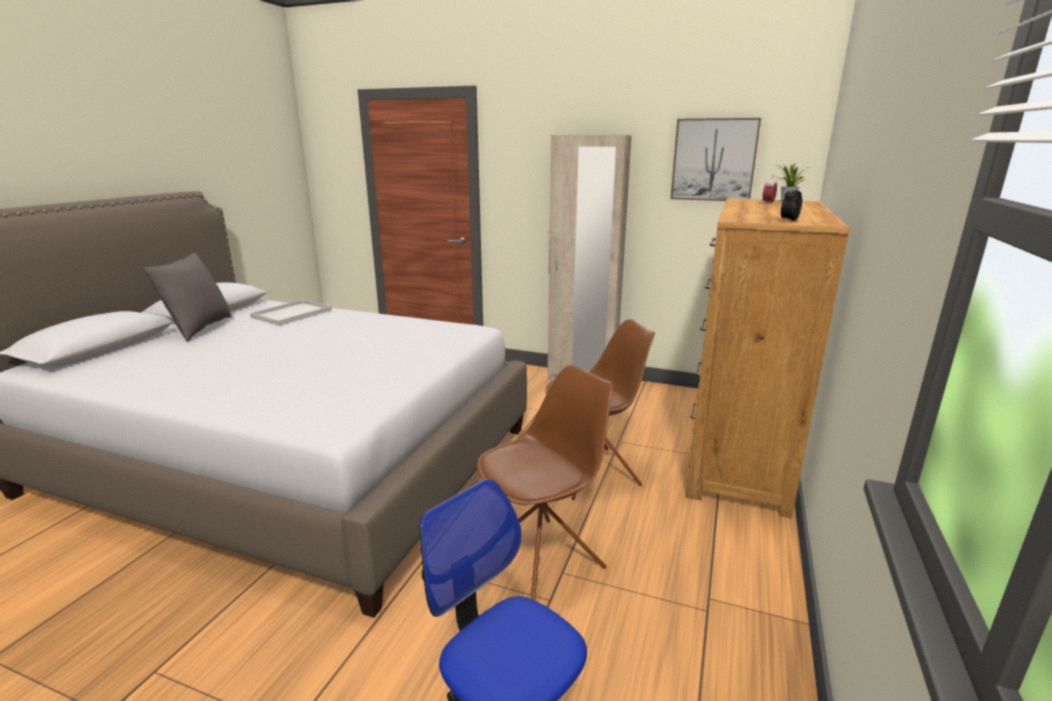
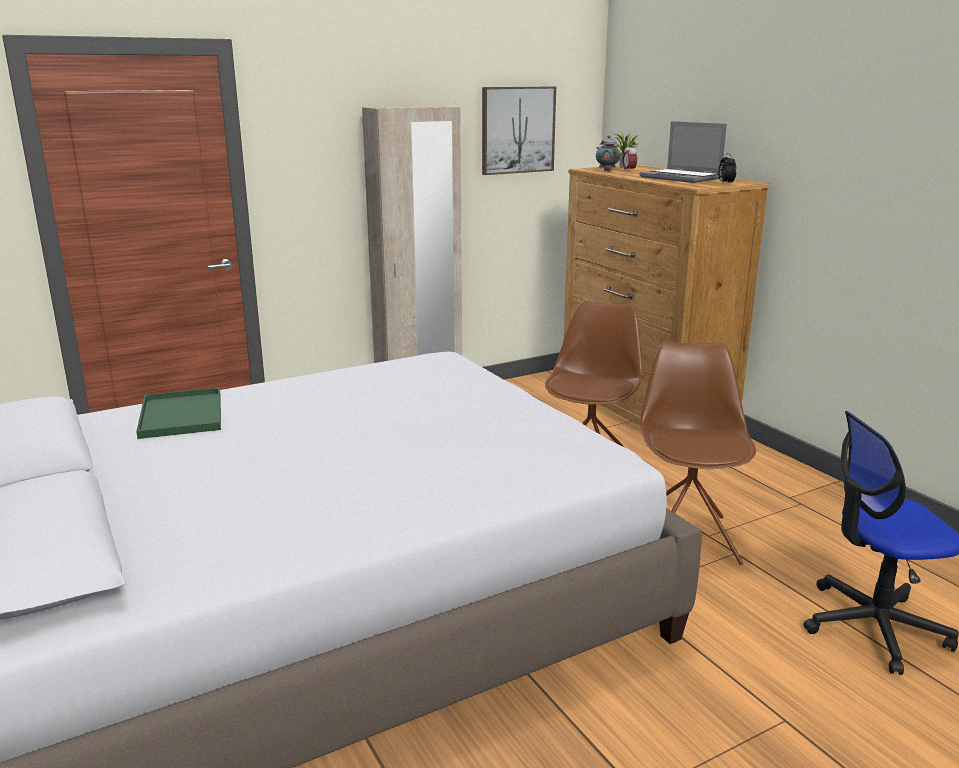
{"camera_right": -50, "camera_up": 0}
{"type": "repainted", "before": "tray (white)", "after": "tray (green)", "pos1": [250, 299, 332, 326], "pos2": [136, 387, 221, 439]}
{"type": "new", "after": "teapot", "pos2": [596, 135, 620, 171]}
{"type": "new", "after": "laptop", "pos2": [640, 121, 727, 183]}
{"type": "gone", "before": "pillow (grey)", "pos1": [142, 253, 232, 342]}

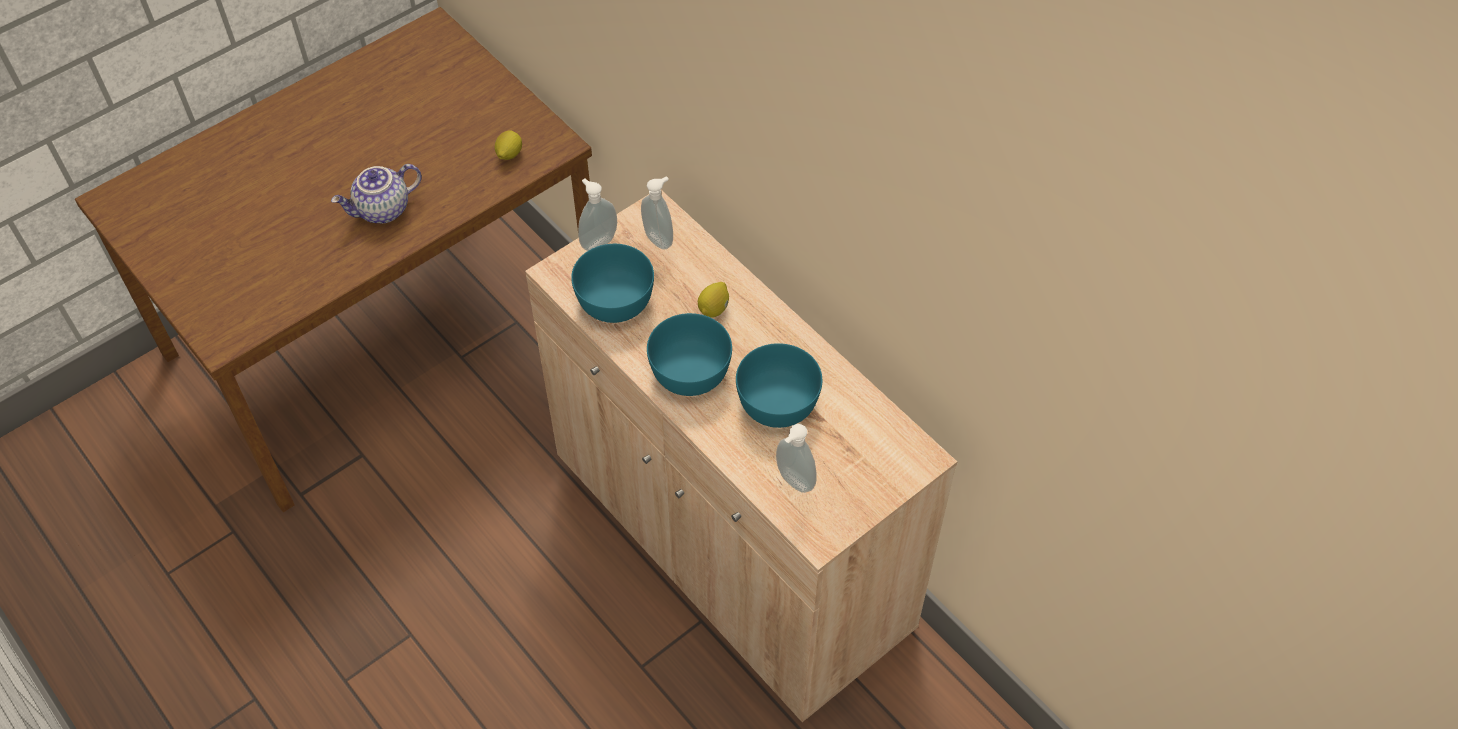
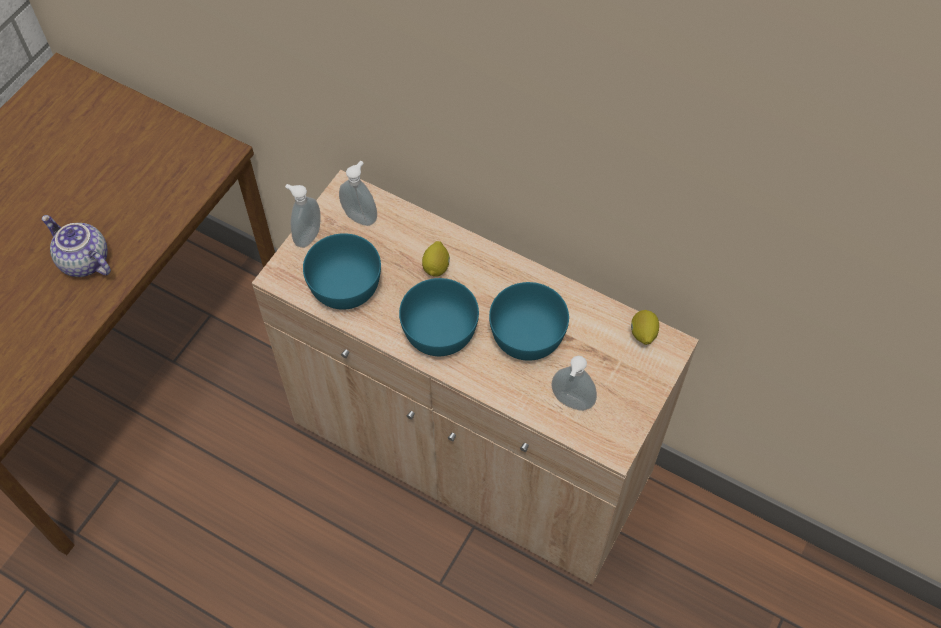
{"camera_right": -20, "camera_up": 5}
{"type": "rotated", "before": "teapot", "pos1": [331, 164, 422, 223], "pos2": [42, 215, 111, 277], "turn": 90}
{"type": "shifted", "before": "lemon", "pos1": [495, 131, 522, 160], "pos2": [631, 310, 659, 345]}

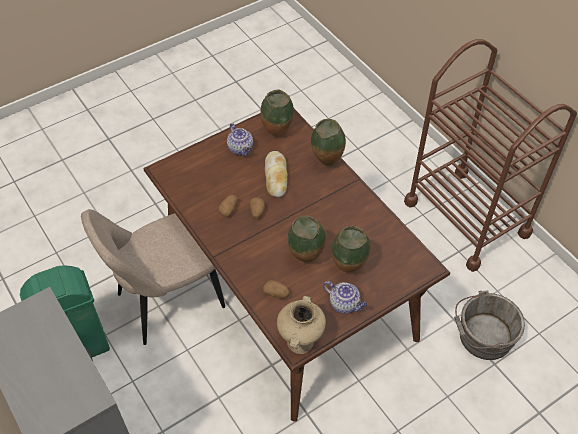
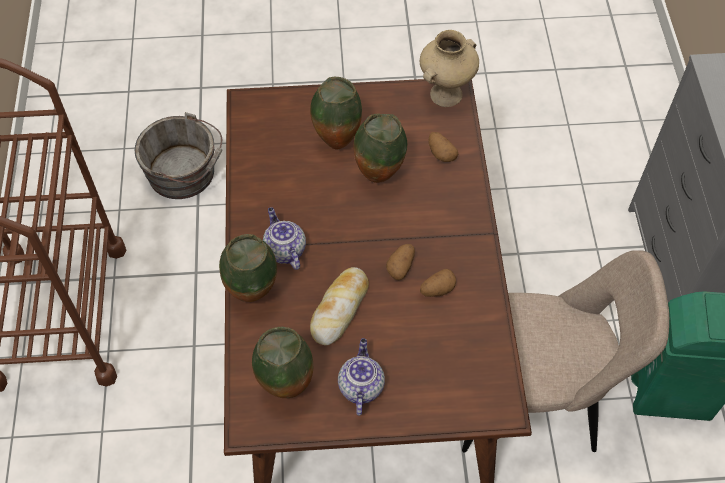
{"camera_right": -150, "camera_up": 5}
{"type": "shifted", "before": "teapot", "pos1": [323, 281, 368, 314], "pos2": [263, 207, 306, 270]}

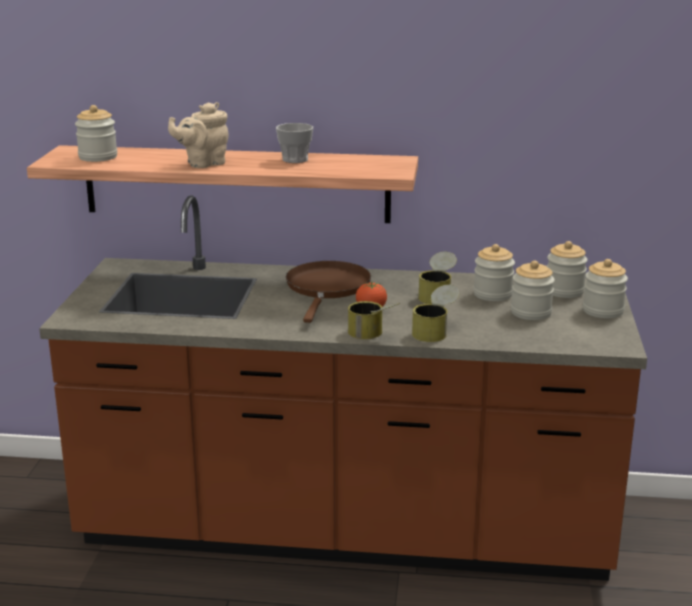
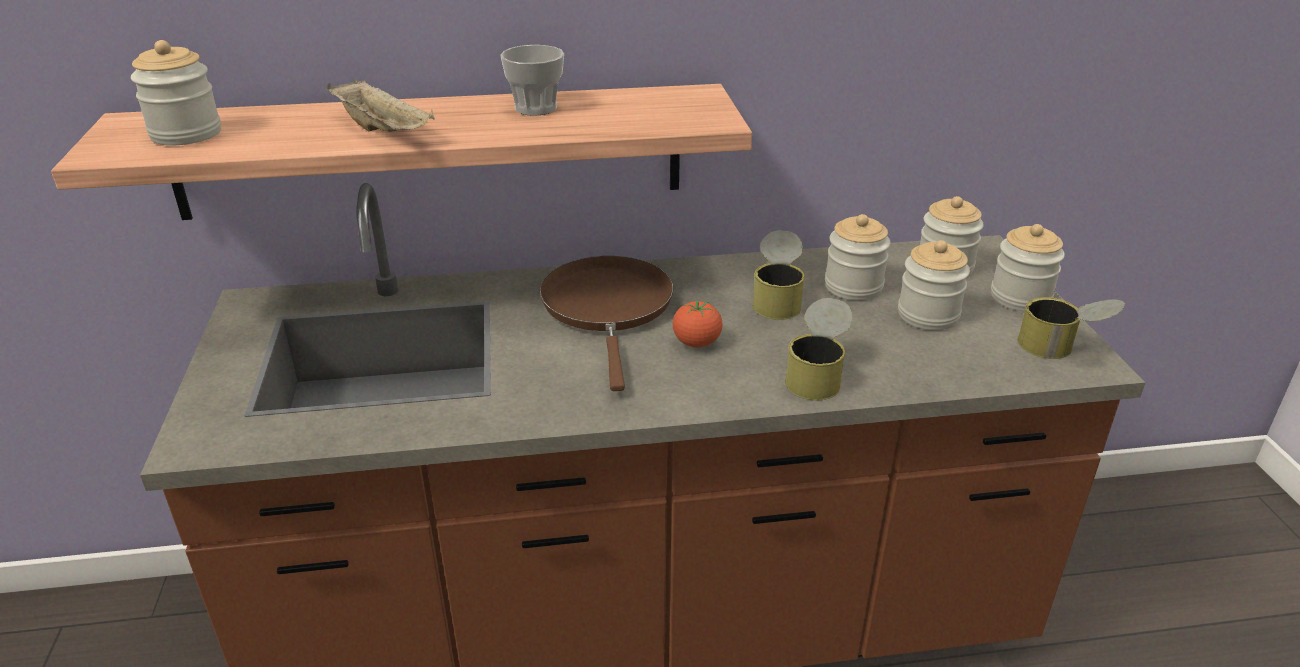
{"camera_right": -15, "camera_up": 10}
{"type": "swapped", "before": "teapot (beige)", "after": "tray (beige)", "pos1": [168, 102, 229, 168], "pos2": [326, 80, 435, 132]}
{"type": "shifted", "before": "can", "pos1": [348, 301, 400, 339], "pos2": [1018, 297, 1125, 359]}

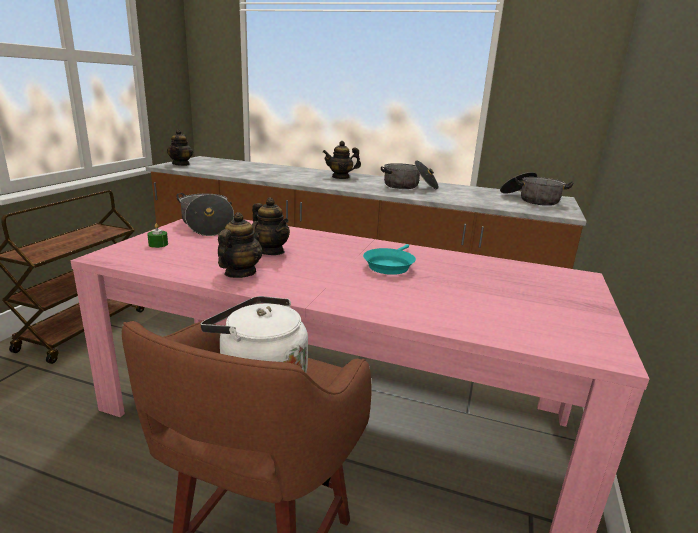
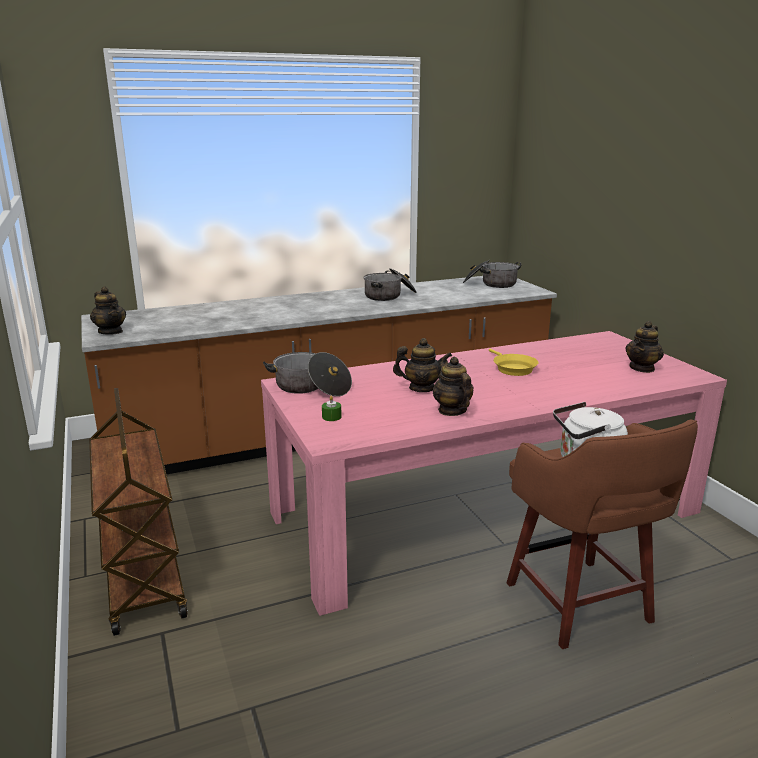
{"camera_right": -40, "camera_up": 0}
{"type": "repainted", "before": "frying pan (turquoise)", "after": "frying pan (yellow)", "pos1": [363, 244, 416, 275], "pos2": [489, 349, 538, 376]}
{"type": "shifted", "before": "teapot", "pos1": [323, 141, 361, 179], "pos2": [625, 321, 664, 373]}

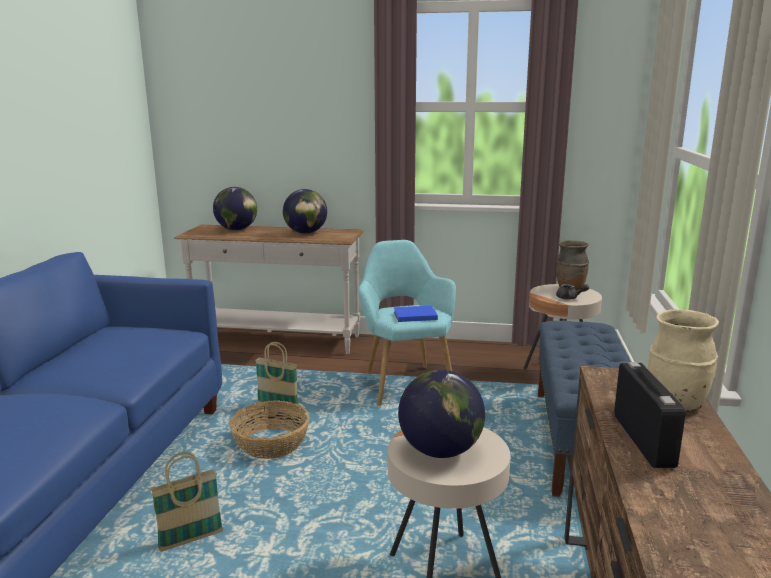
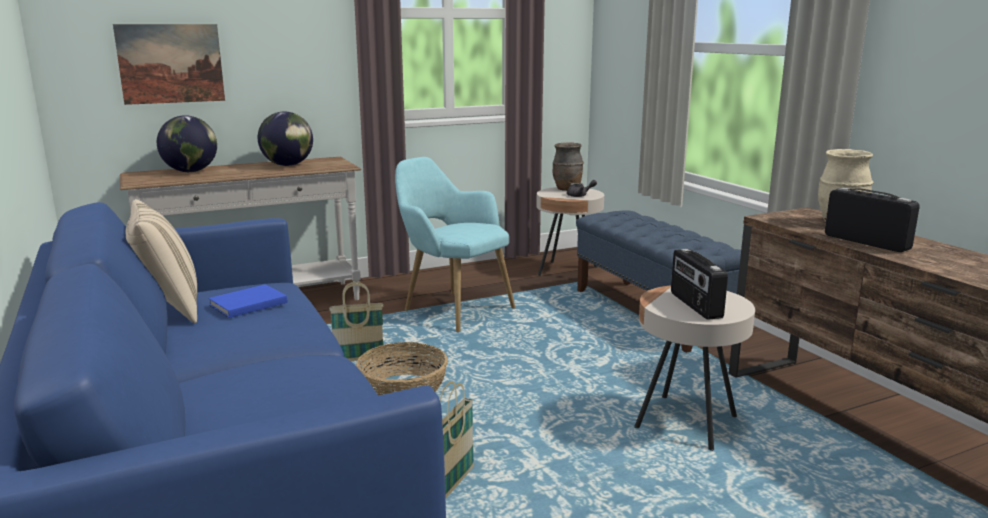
{"camera_right": -35, "camera_up": 0}
{"type": "new", "after": "picture", "pos2": [113, 24, 225, 105]}
{"type": "new", "after": "pillow (beige)", "pos2": [126, 199, 197, 324]}
{"type": "shifted", "before": "book (blue)", "pos1": [394, 305, 438, 322], "pos2": [208, 284, 287, 318]}
{"type": "swapped", "before": "globe", "after": "radio", "pos1": [398, 370, 485, 458], "pos2": [671, 249, 728, 320]}

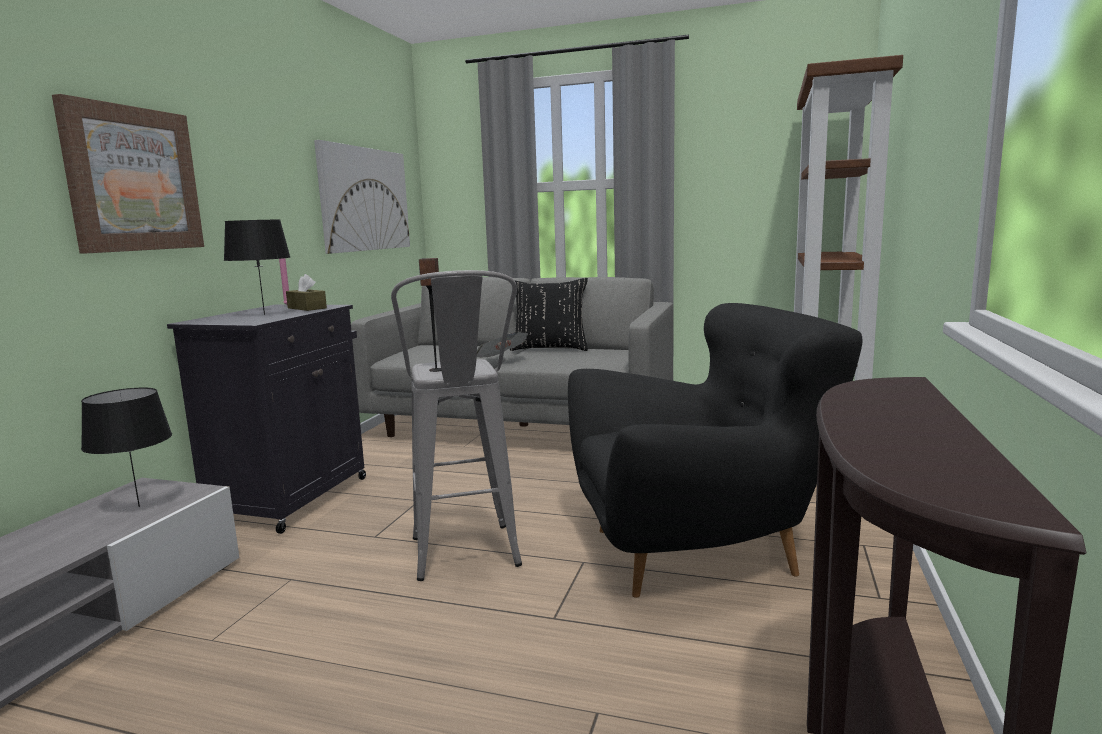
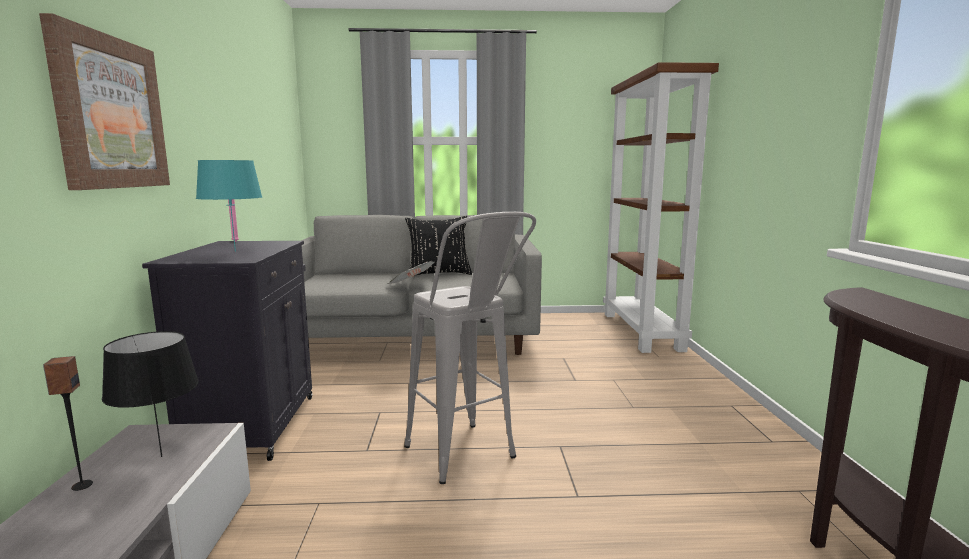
{"camera_right": -20, "camera_up": 0}
{"type": "shifted", "before": "speaker", "pos1": [419, 258, 441, 372], "pos2": [43, 356, 93, 491]}
{"type": "repainted", "before": "table lamp (black)", "after": "table lamp (turquoise)", "pos1": [224, 220, 290, 315], "pos2": [196, 160, 262, 252]}
{"type": "gone", "before": "tissue box (brown)", "pos1": [286, 274, 327, 311]}
{"type": "gone", "before": "picture", "pos1": [314, 140, 410, 254]}
{"type": "gone", "before": "armchair (black)", "pos1": [568, 303, 863, 598]}

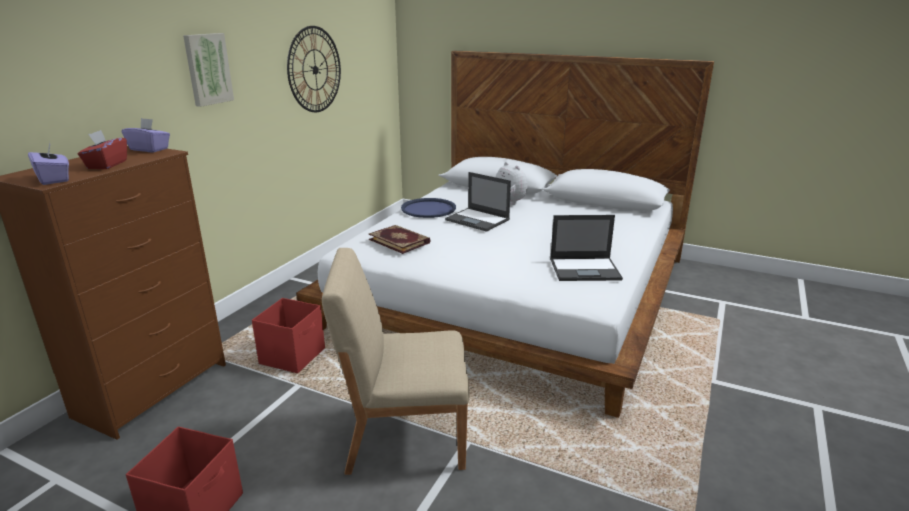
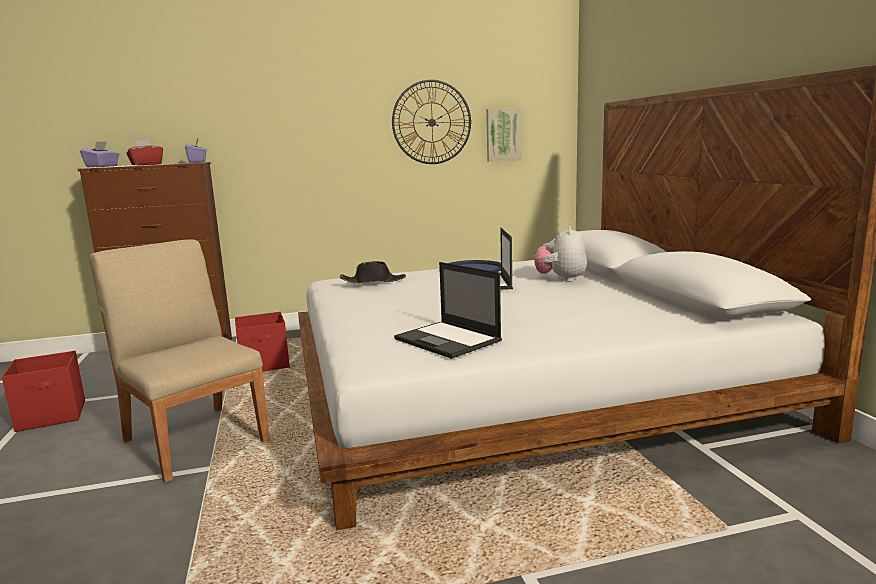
{"camera_right": 50, "camera_up": -10}
{"type": "swapped", "before": "book", "after": "hat (black)", "pos1": [369, 225, 431, 254], "pos2": [340, 261, 406, 284]}
{"type": "shifted", "before": "picture", "pos1": [183, 33, 234, 107], "pos2": [486, 108, 521, 162]}

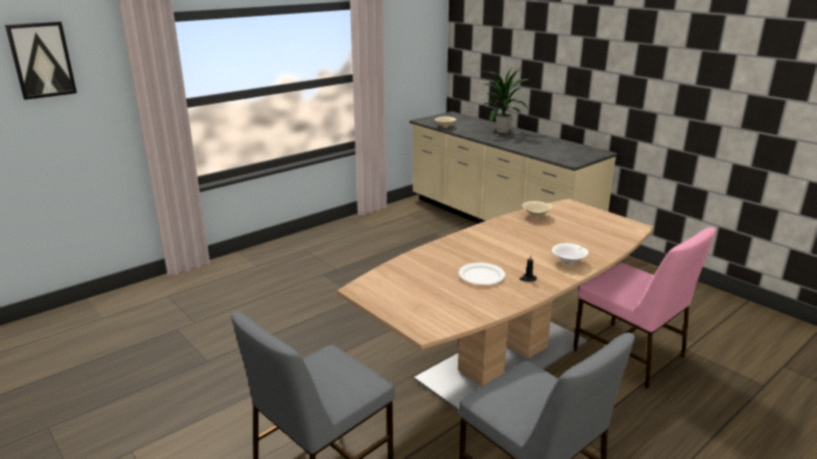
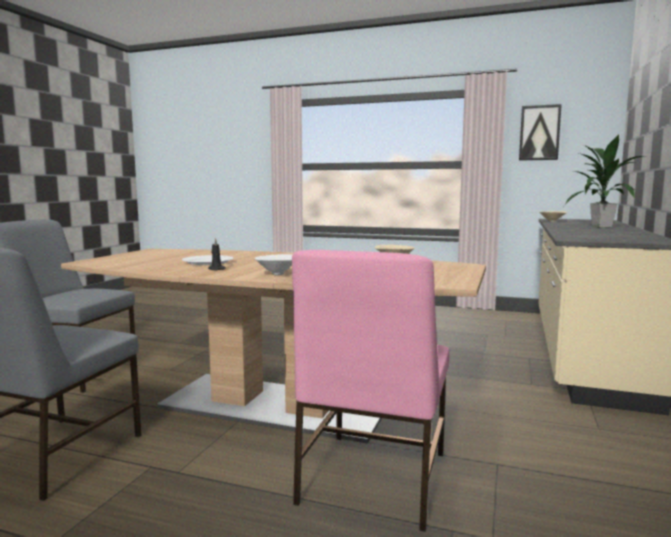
{"camera_right": 60, "camera_up": -15}
{"type": "shifted", "before": "picture", "pos1": [5, 21, 77, 100], "pos2": [519, 104, 562, 160]}

